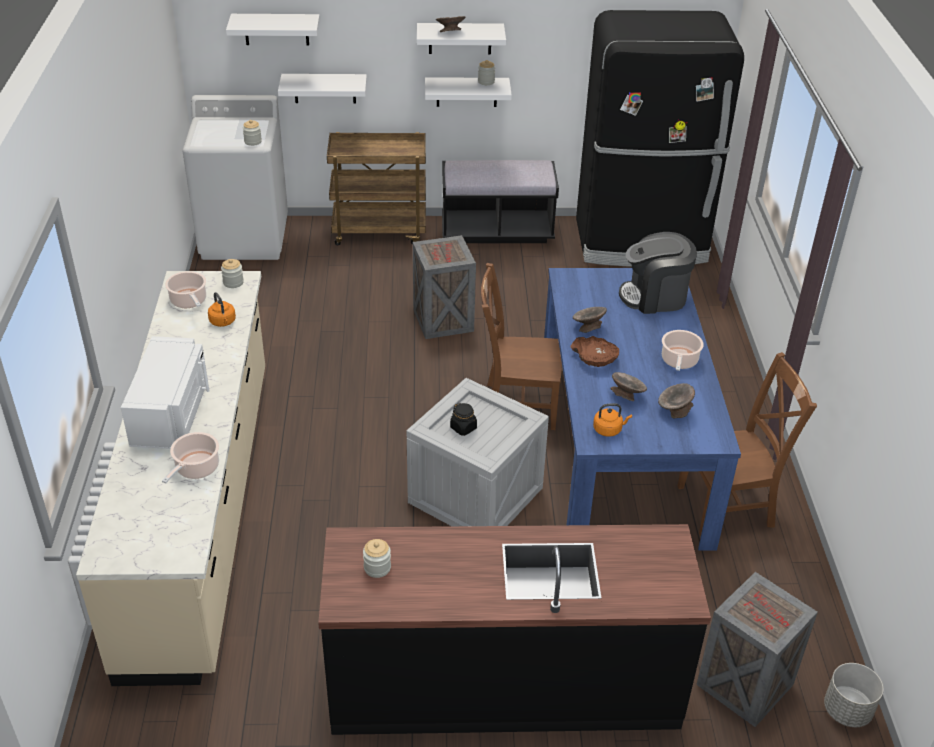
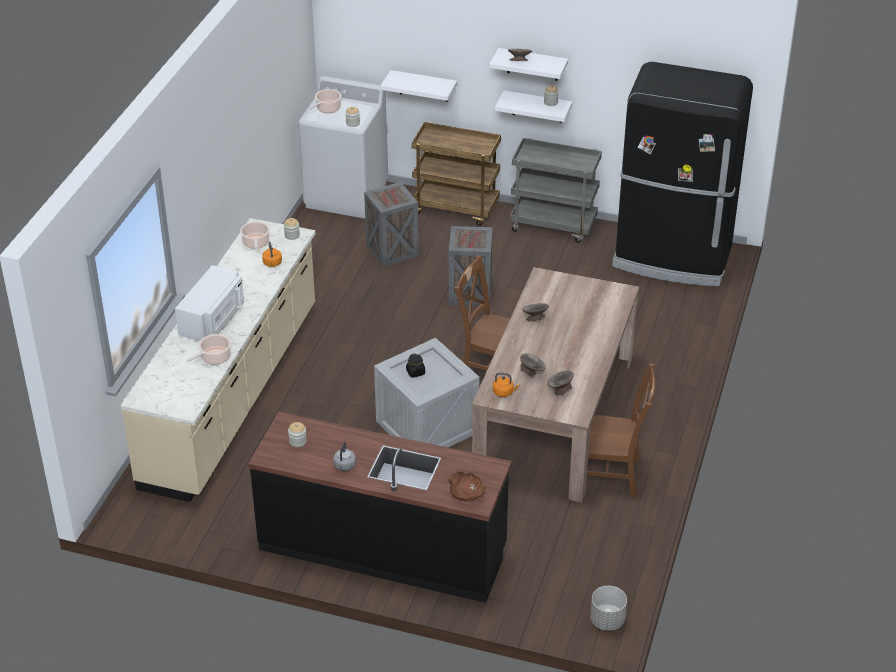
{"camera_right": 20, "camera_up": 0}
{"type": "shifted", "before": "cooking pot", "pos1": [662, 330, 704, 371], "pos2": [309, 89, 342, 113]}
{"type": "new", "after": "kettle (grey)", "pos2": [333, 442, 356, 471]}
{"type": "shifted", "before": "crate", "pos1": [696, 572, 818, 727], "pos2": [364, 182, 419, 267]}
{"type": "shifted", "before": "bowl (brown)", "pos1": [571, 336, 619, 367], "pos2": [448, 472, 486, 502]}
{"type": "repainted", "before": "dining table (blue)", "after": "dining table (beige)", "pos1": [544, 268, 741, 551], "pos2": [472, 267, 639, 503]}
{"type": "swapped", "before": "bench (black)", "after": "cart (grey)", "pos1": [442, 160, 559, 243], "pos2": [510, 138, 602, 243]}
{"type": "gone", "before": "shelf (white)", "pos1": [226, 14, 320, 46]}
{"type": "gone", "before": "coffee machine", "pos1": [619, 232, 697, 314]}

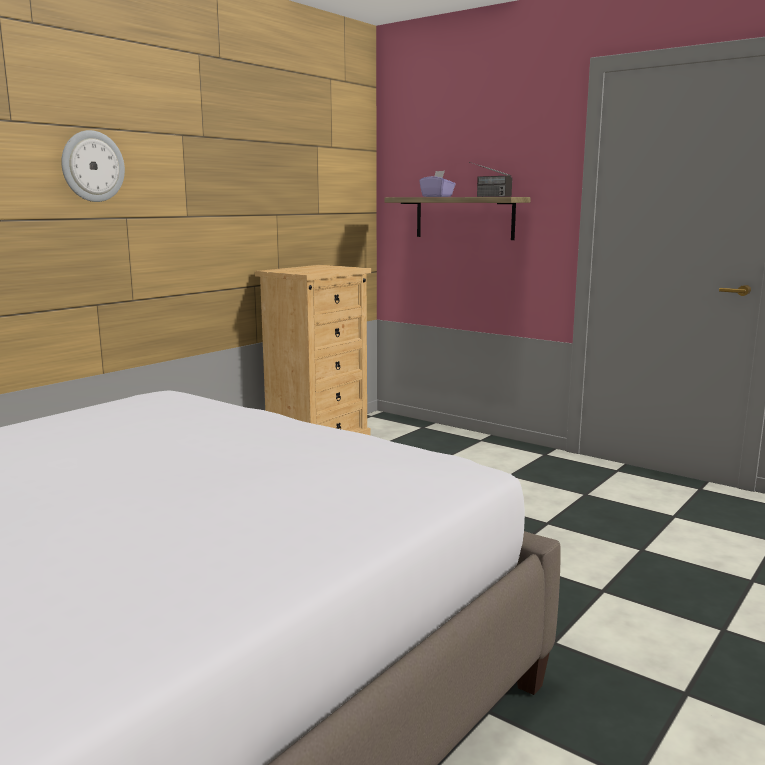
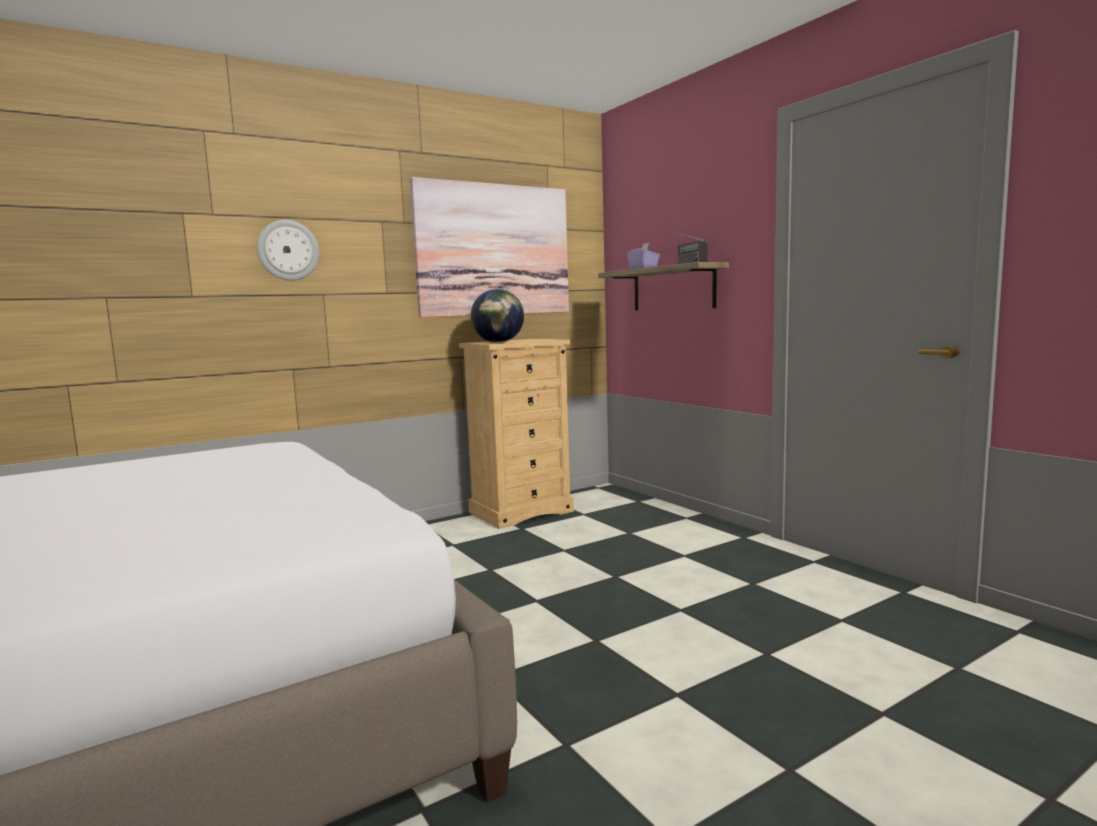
{"camera_right": 20, "camera_up": -5}
{"type": "new", "after": "picture", "pos2": [410, 177, 569, 317]}
{"type": "new", "after": "globe", "pos2": [471, 289, 524, 343]}

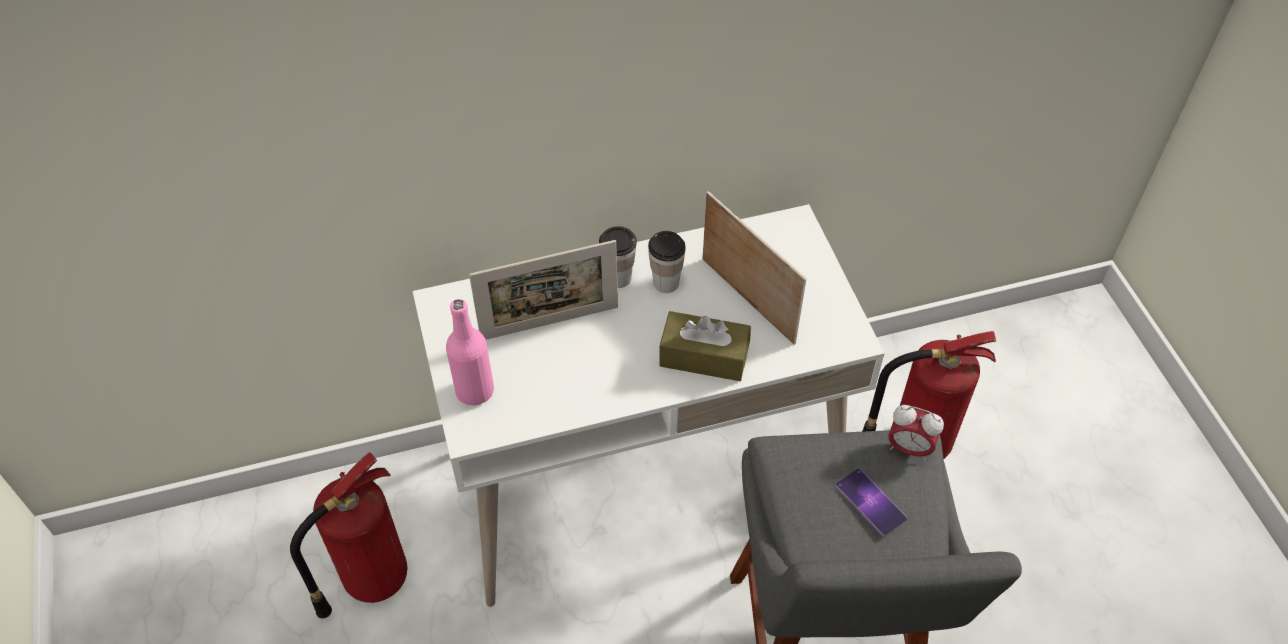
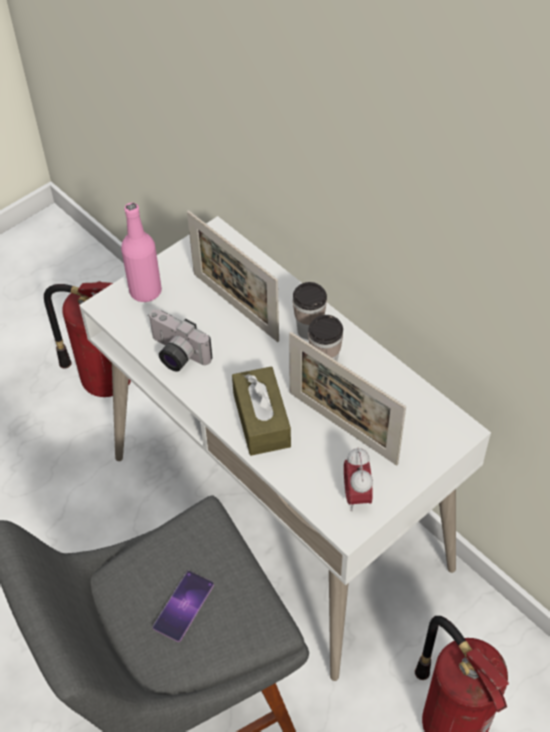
{"camera_right": 65, "camera_up": 0}
{"type": "new", "after": "photo camera", "pos2": [149, 309, 212, 372]}
{"type": "rotated", "before": "picture frame", "pos1": [703, 191, 806, 345], "pos2": [289, 332, 406, 465], "turn": 105}
{"type": "shifted", "before": "alarm clock", "pos1": [888, 405, 944, 461], "pos2": [344, 447, 373, 511]}

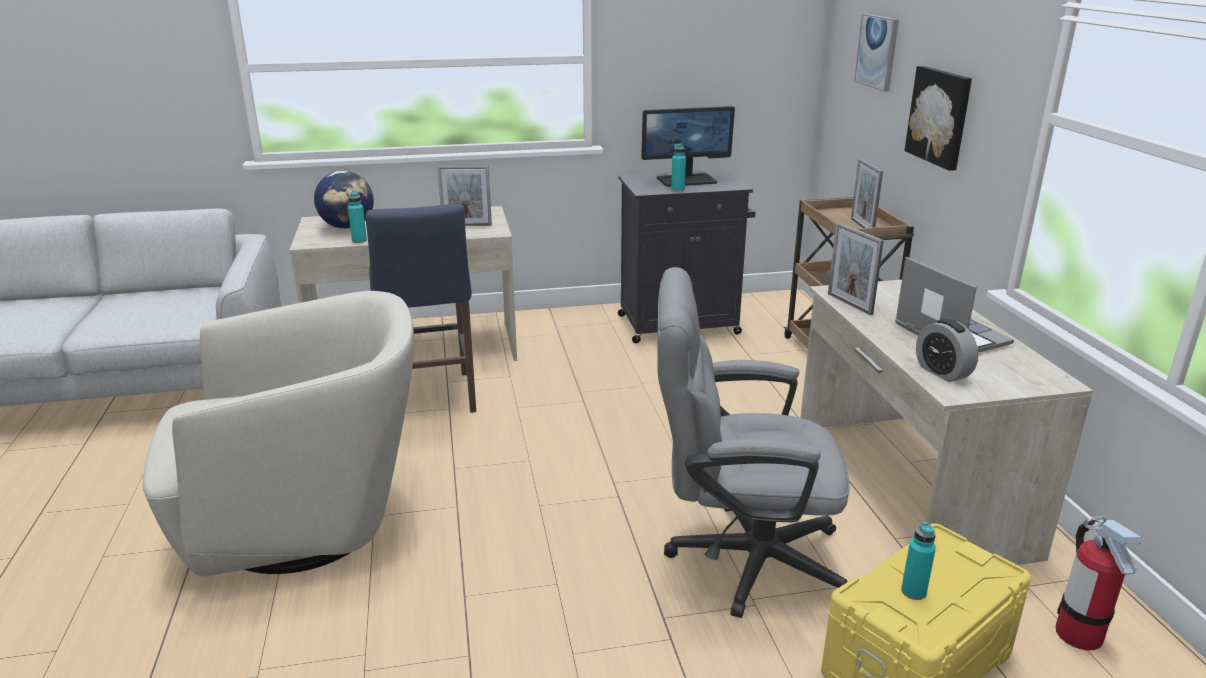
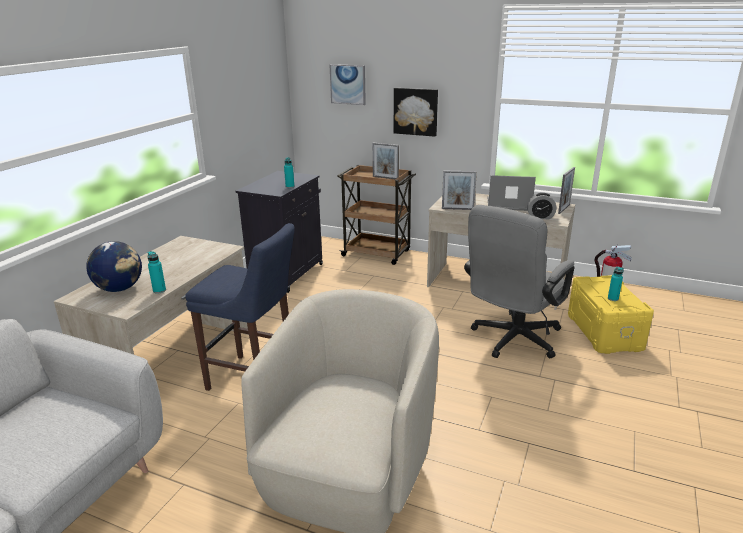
{"camera_right": -55, "camera_up": 0}
{"type": "shifted", "before": "picture frame", "pos1": [437, 166, 492, 226], "pos2": [558, 167, 575, 214]}
{"type": "gone", "before": "monitor", "pos1": [641, 106, 735, 187]}

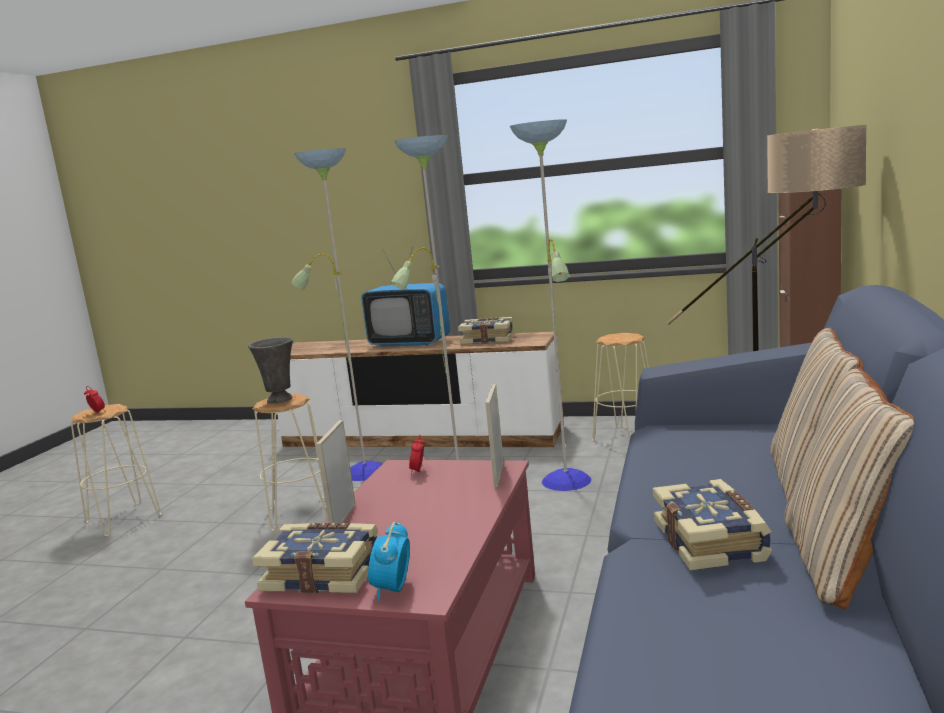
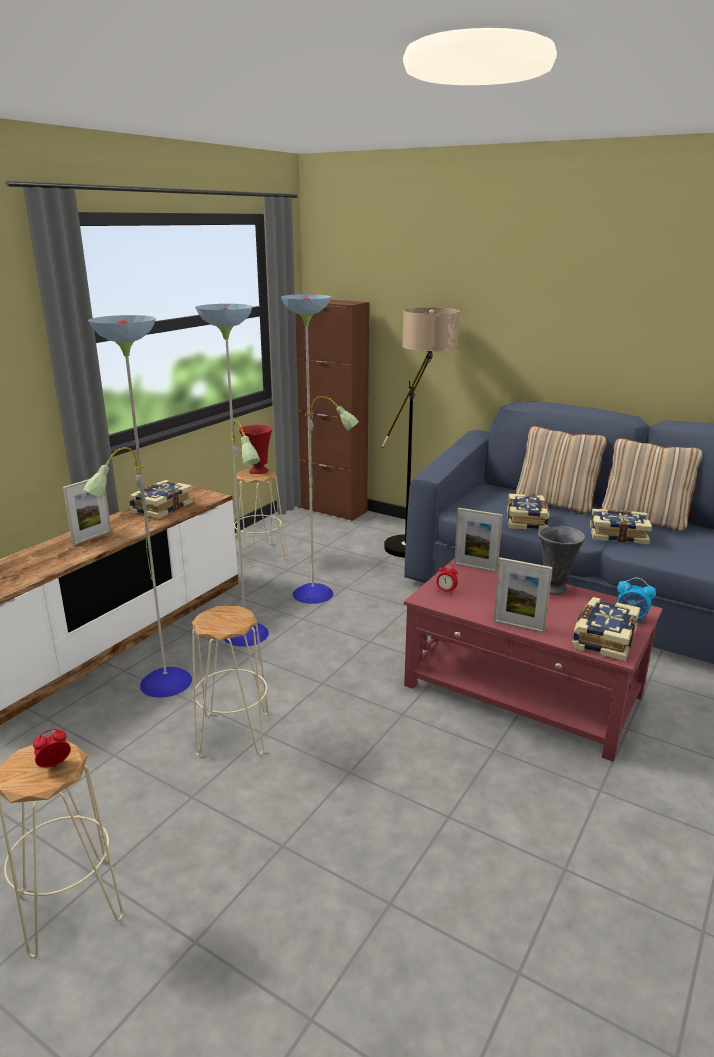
{"camera_right": -75, "camera_up": 10}
{"type": "swapped", "before": "television", "after": "picture frame", "pos1": [361, 247, 450, 347], "pos2": [63, 479, 112, 545]}
{"type": "new", "after": "vase (red)", "pos2": [239, 425, 273, 474]}
{"type": "new", "after": "book", "pos2": [507, 494, 550, 530]}
{"type": "shifted", "before": "vase (grey)", "pos1": [248, 337, 293, 403], "pos2": [538, 526, 585, 595]}

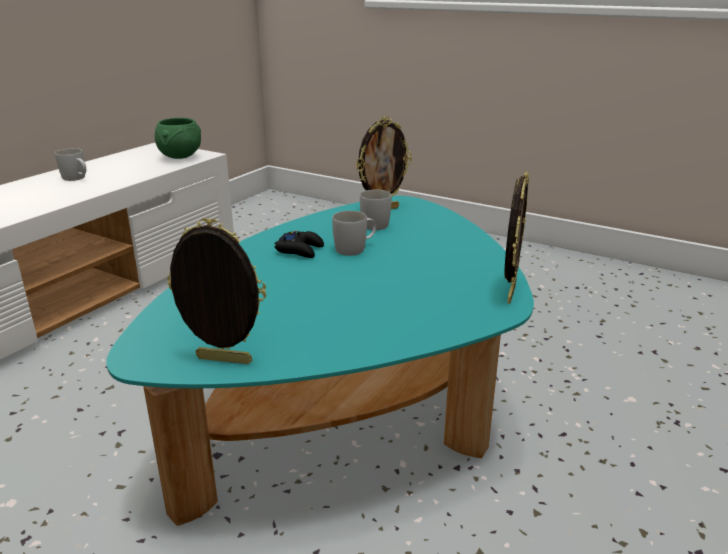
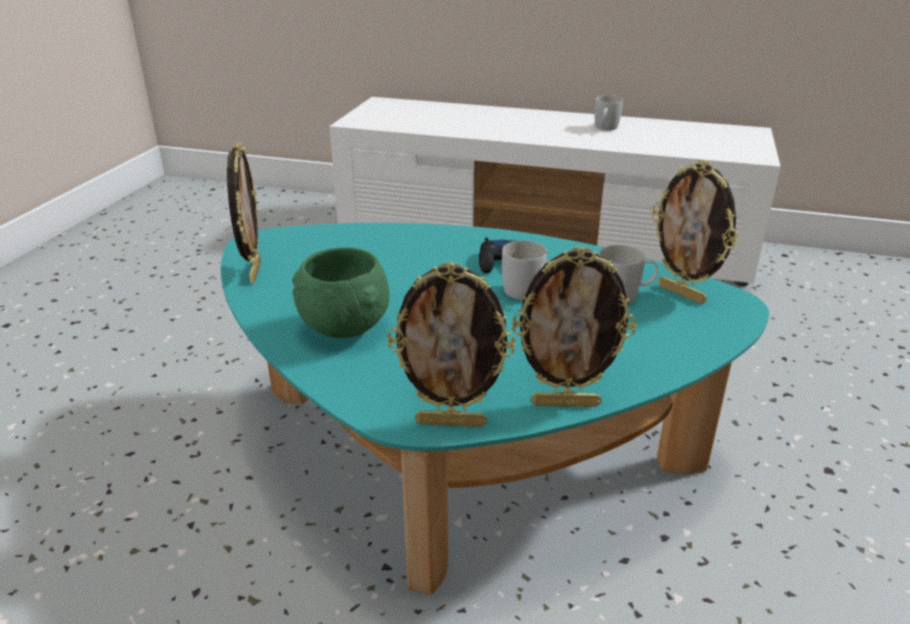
{"camera_right": 75, "camera_up": 5}
{"type": "shifted", "before": "bowl (green)", "pos1": [155, 118, 201, 159], "pos2": [292, 247, 390, 338]}
{"type": "new", "after": "picture frame", "pos2": [512, 246, 637, 407]}

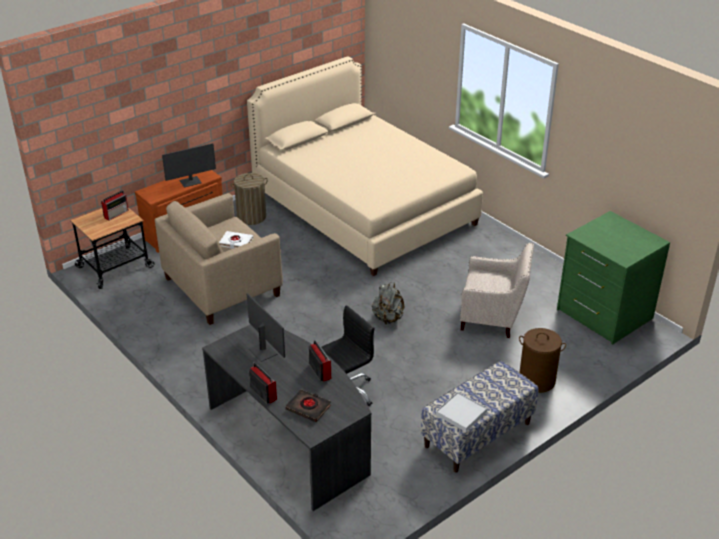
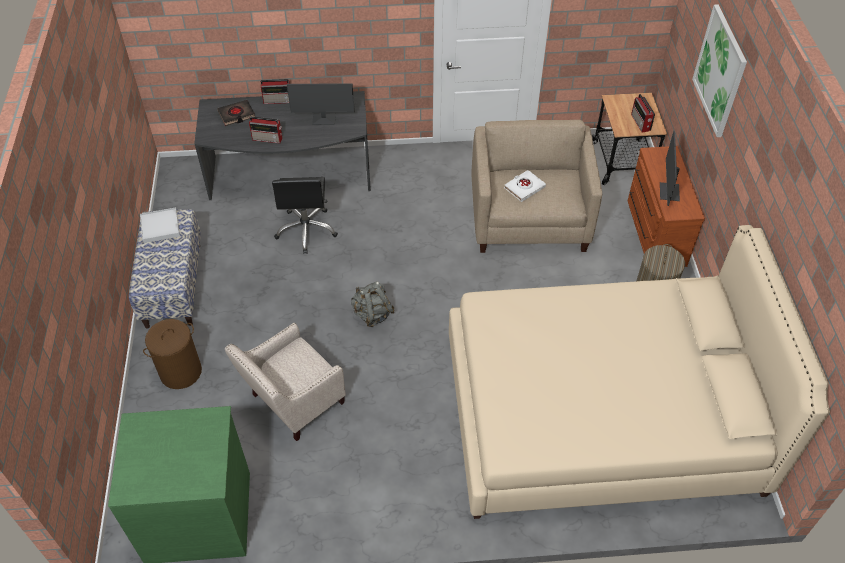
{"camera_right": 125, "camera_up": 15}
{"type": "new", "after": "picture", "pos2": [692, 4, 747, 137]}

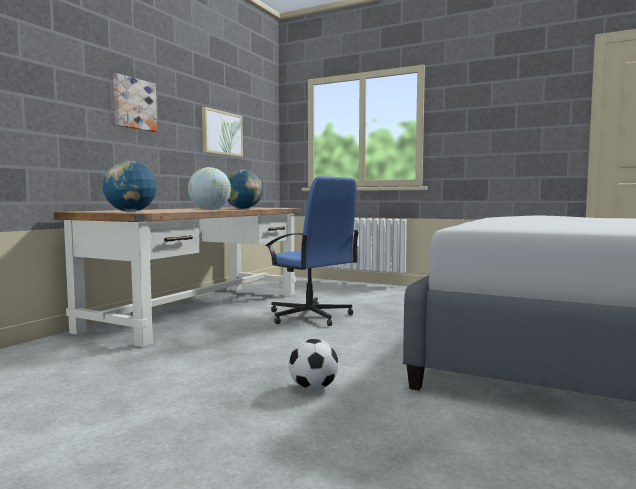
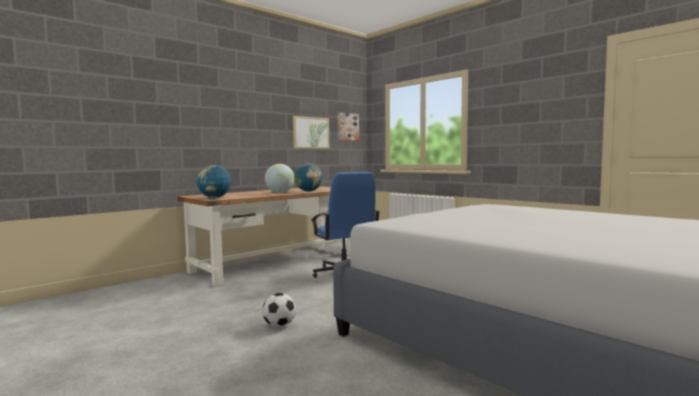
{"camera_right": 20, "camera_up": 0}
{"type": "shifted", "before": "picture", "pos1": [113, 73, 157, 132], "pos2": [338, 112, 359, 141]}

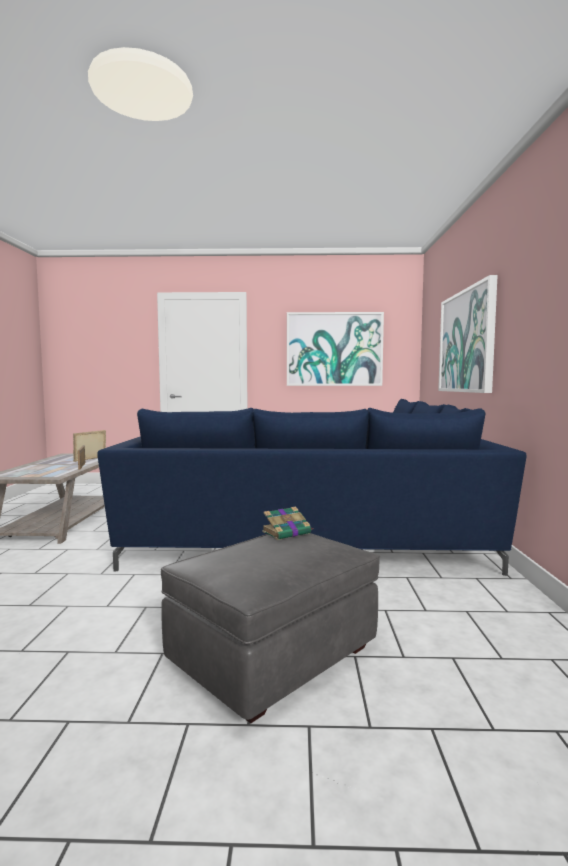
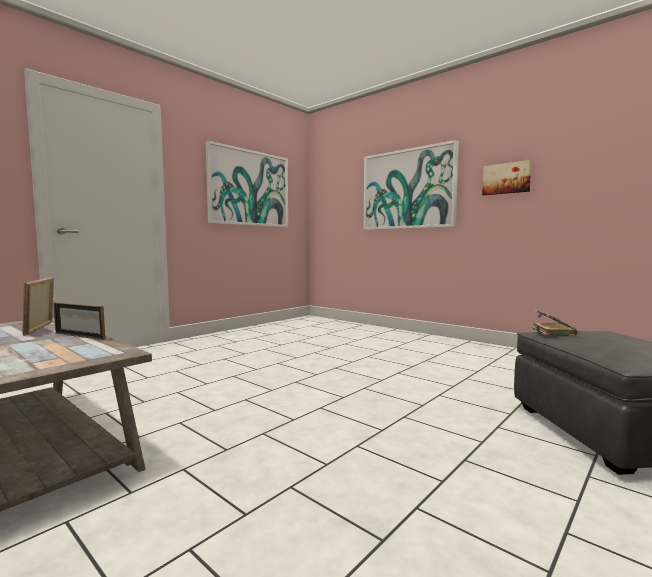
{"camera_right": -50, "camera_up": 0}
{"type": "new", "after": "picture", "pos2": [482, 160, 531, 196]}
{"type": "gone", "before": "sofa (blue)", "pos1": [97, 399, 526, 576]}

